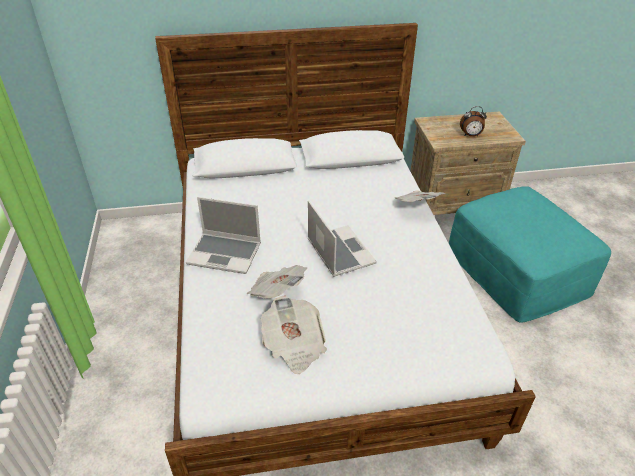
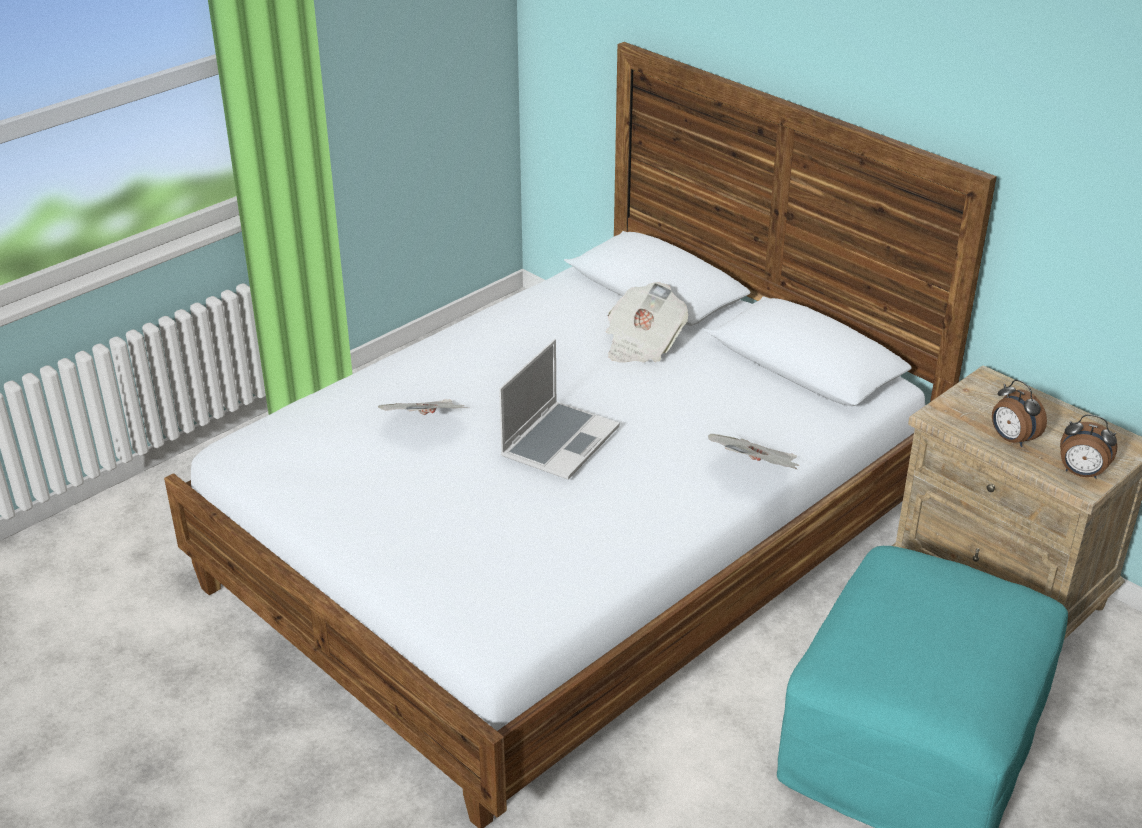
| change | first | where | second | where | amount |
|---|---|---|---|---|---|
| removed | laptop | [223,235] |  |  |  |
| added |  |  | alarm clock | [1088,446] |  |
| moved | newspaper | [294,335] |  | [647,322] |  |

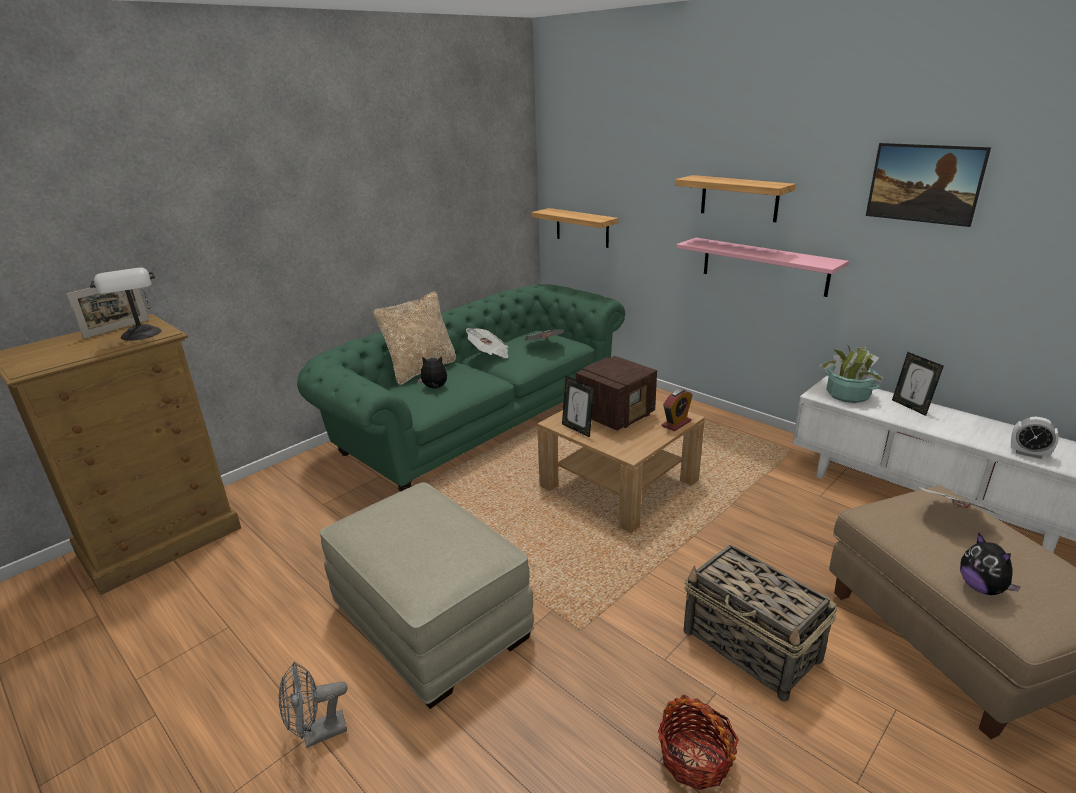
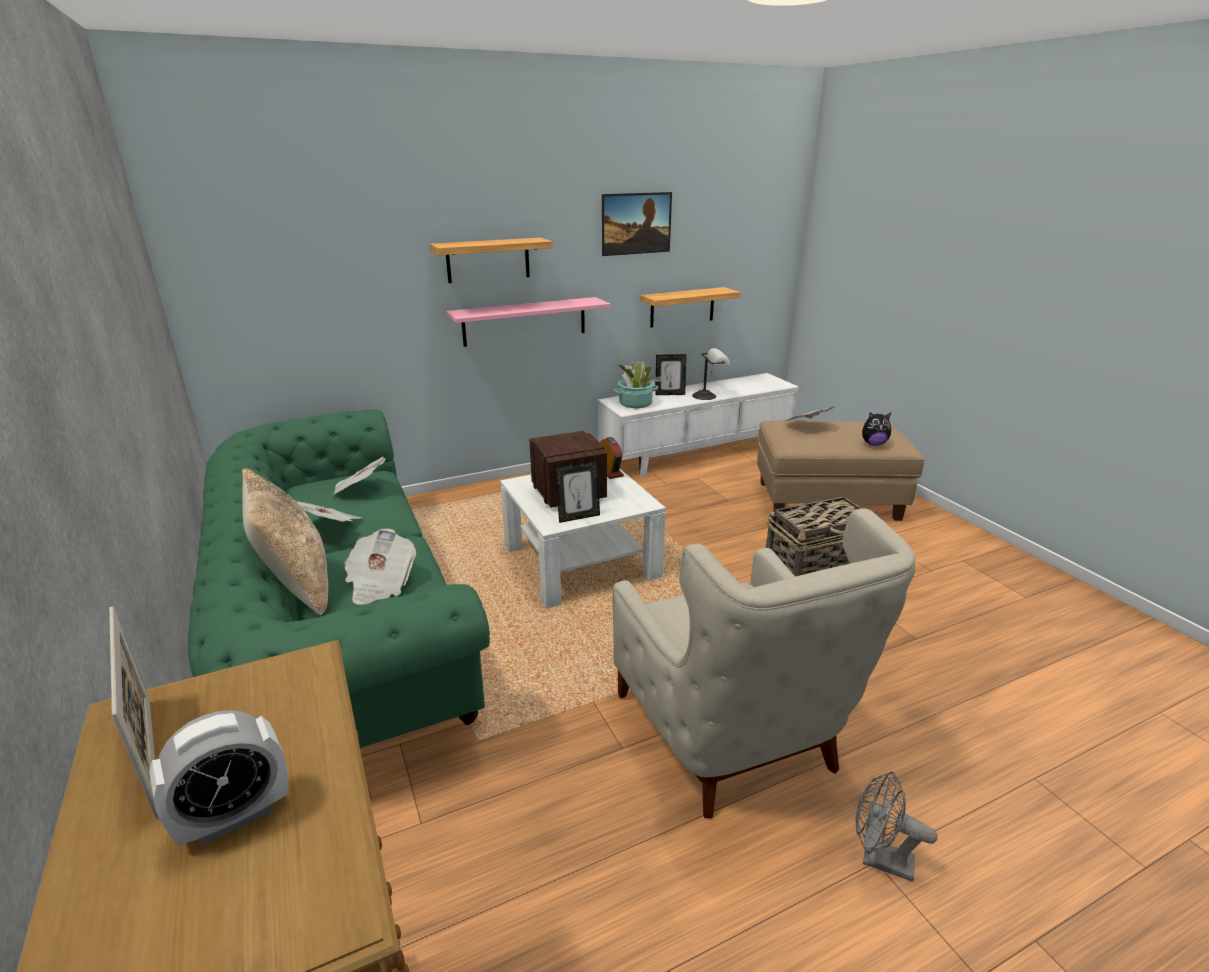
| change | first | where | second | where | amount |
|---|---|---|---|---|---|
| removed | basket | [698,742] |  |  |  |
| moved | table lamp | [126,304] |  | [711,374] |  |
| moved | shelf | [574,228] |  | [690,307] |  |
| moved | alarm clock | [1035,438] |  | [218,778] |  |
| replaced | beige ottoman | [427,595] | beige armchair | [764,663] |  |
| replaced | plush toy | [432,372] | newspaper | [380,567] |  |
| recoloured | brown coffee table | [621,466] | white coffee table | [583,539] |  |
| turned | grey fan | [313,704] |  | [897,826] | 120 degrees clockwise |

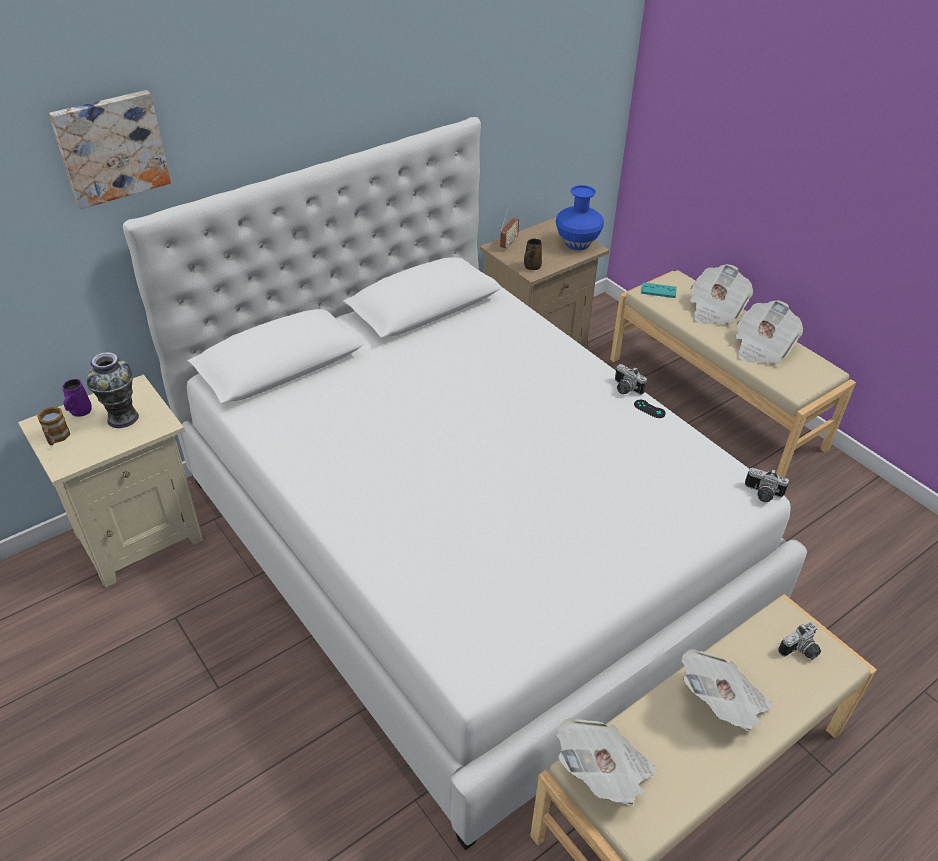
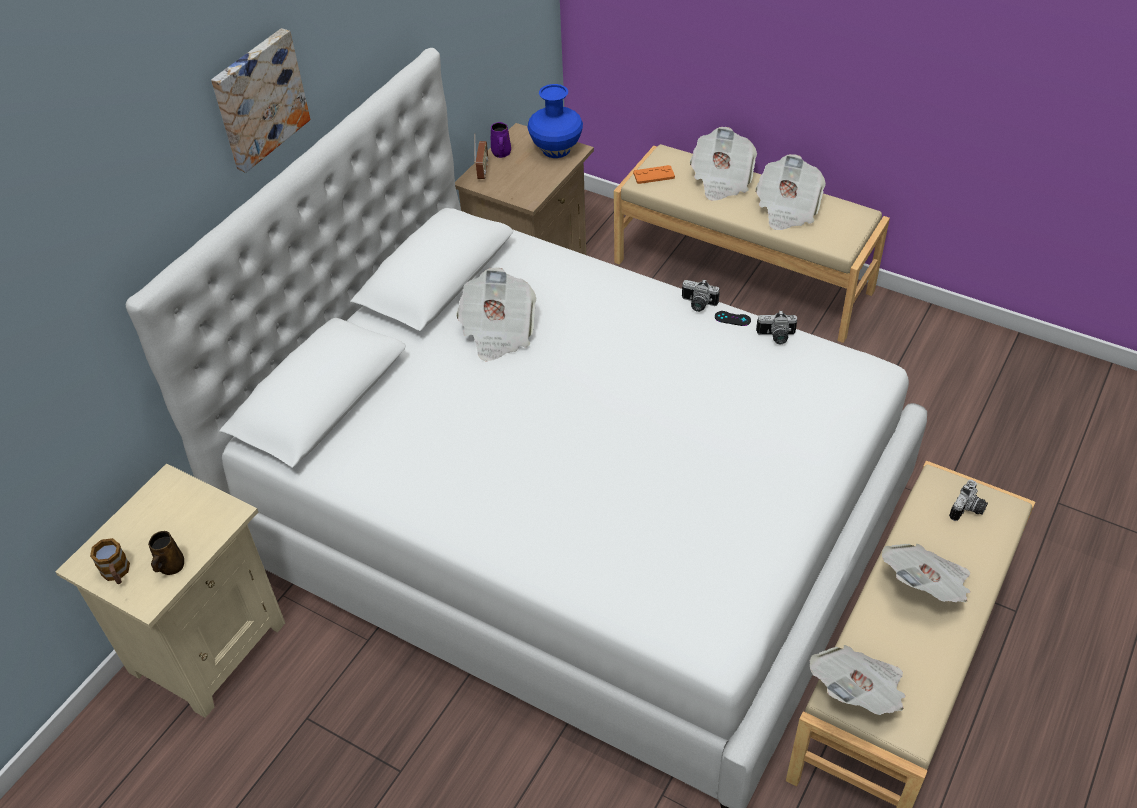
| change | first | where | second | where | amount |
|---|---|---|---|---|---|
| removed | vase | [113,390] |  |  |  |
| added |  |  | newspaper | [496,314] |  |
| moved | picture | [110,149] |  | [260,100] |  |
| moved | purple mug | [77,398] |  | [500,140] |  |
| moved | brown mug | [533,254] |  | [166,553] |  |
| moved | photo camera | [767,485] |  | [776,327] |  |
| recoloured | turquoise game controller | [659,290] | orange game controller | [654,174] |  |

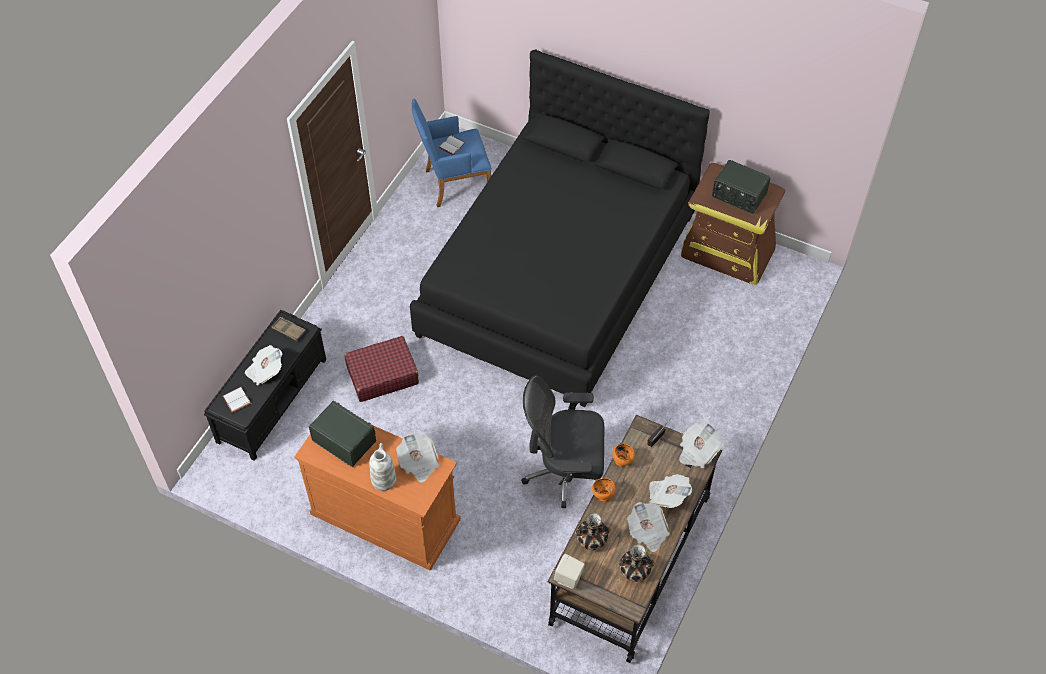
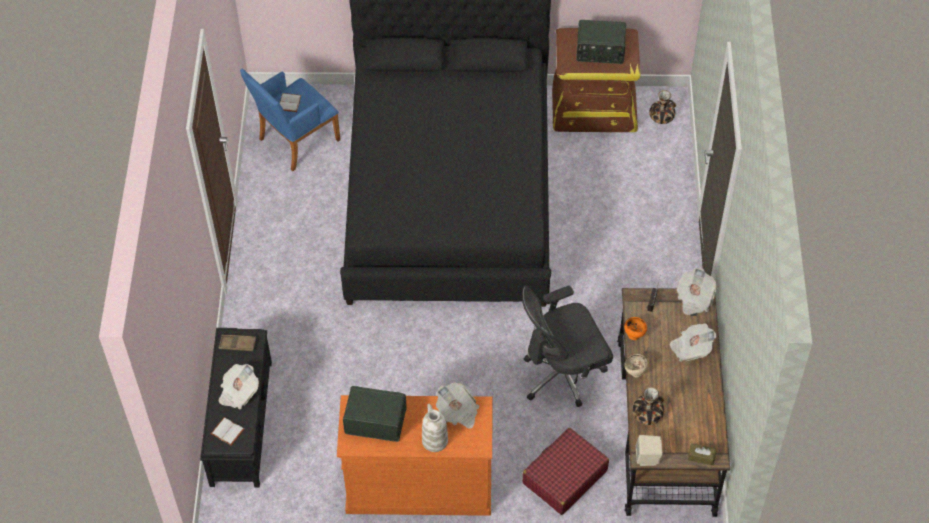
| change | first | where | second | where | amount |
|---|---|---|---|---|---|
| removed | newspaper | [648,527] |  |  |  |
| added |  |  | brown tissue box | [702,454] |  |
| moved | red suitcase | [381,369] |  | [565,471] |  |
| moved | vase | [636,563] |  | [662,107] |  |
| recoloured | orange bowl | [604,489] | beige bowl | [636,365] |  |

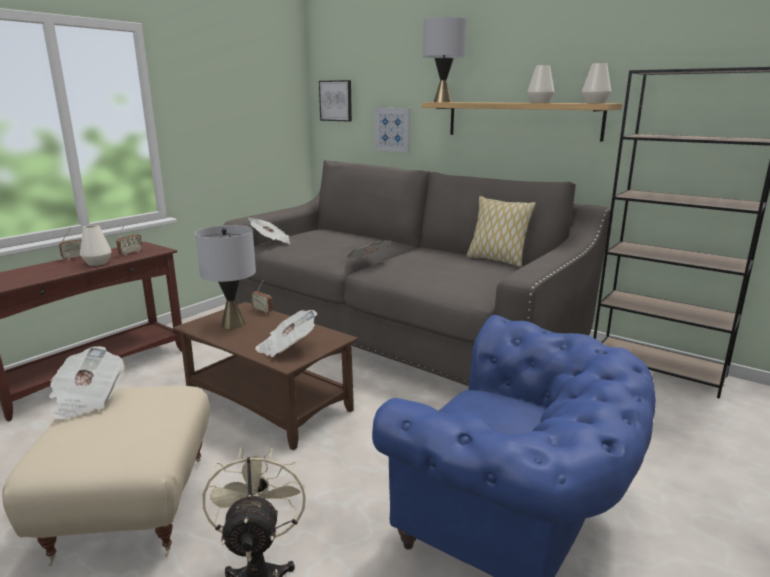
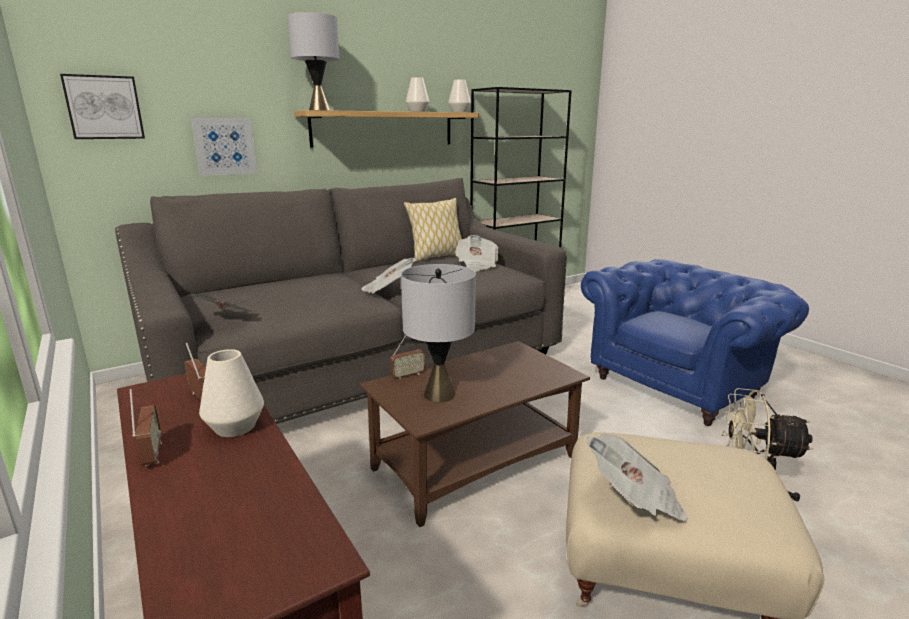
| change | first | where | second | where | amount |
|---|---|---|---|---|---|
| moved | newspaper | [286,333] |  | [476,253] |  |

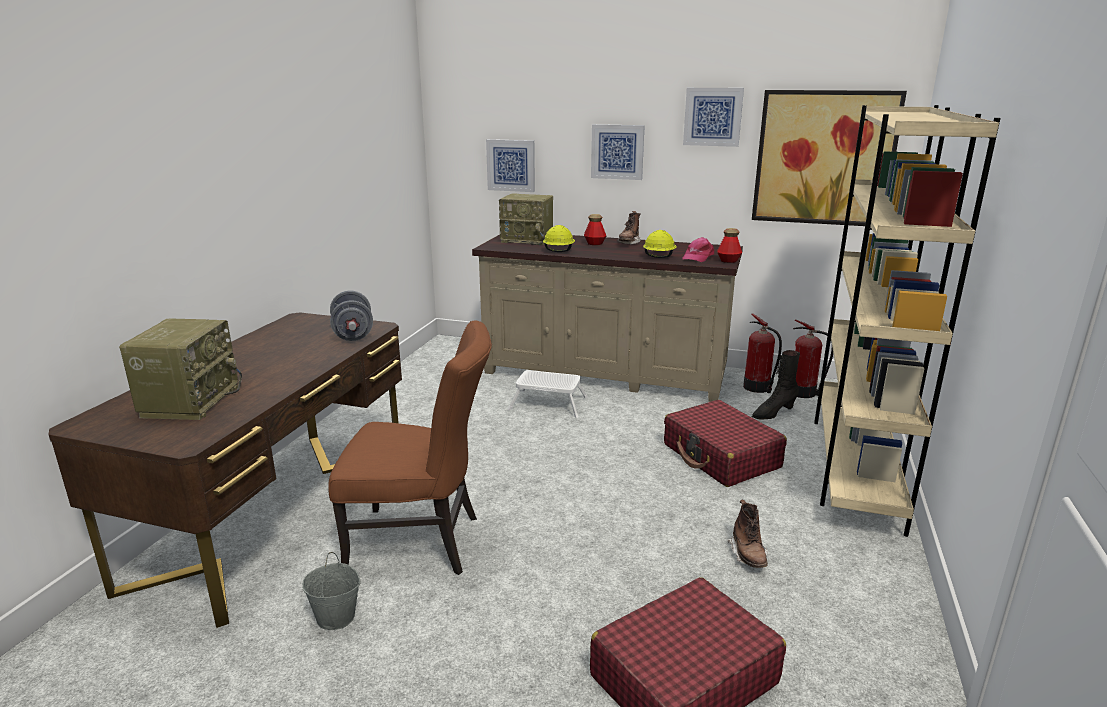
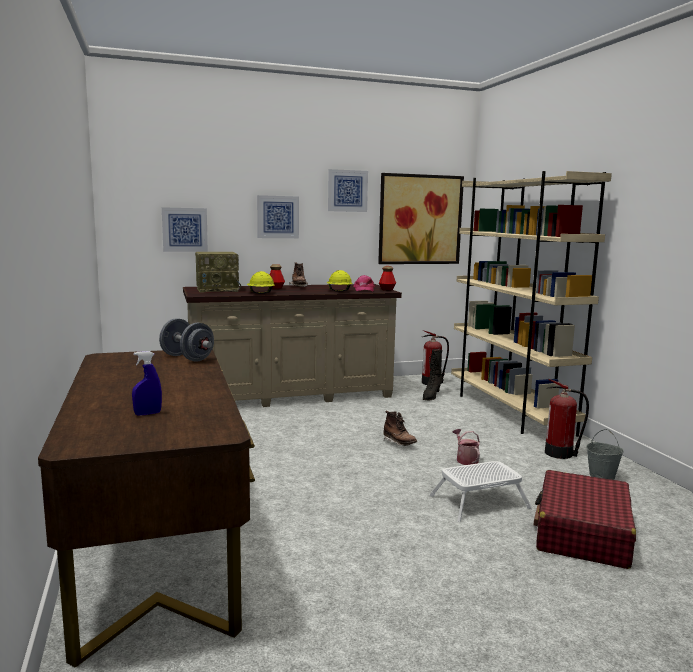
| change | first | where | second | where | amount |
|---|---|---|---|---|---|
| removed | brown chair | [410,447] |  |  |  |
| removed | red suitcase | [725,443] |  |  |  |
| added |  |  | watering can | [466,447] |  |
| moved | grey bucket | [331,591] |  | [605,454] |  |
| moved | white step ladder | [548,394] |  | [480,491] |  |
| moved | brown boot | [748,534] |  | [400,428] |  |
| moved | fire extinguisher | [762,353] |  | [567,419] |  |
| replaced | radio | [180,369] | blue spray bottle | [147,383] |  |

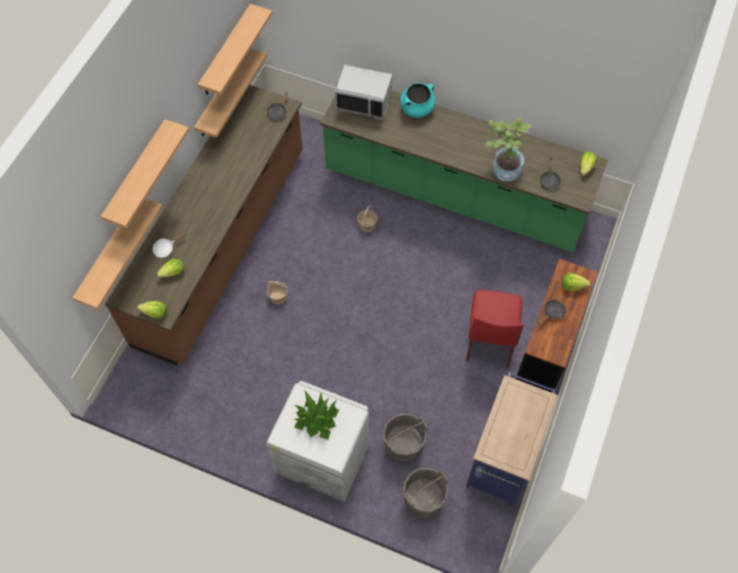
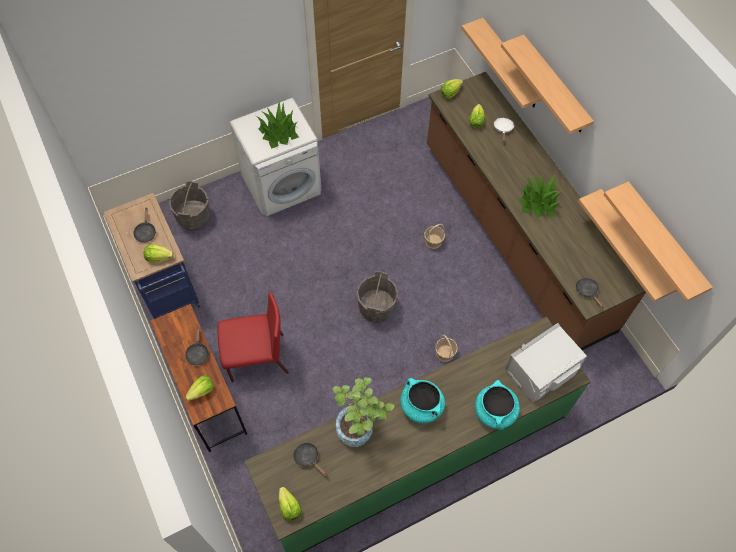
| change | first | where | second | where | amount |
|---|---|---|---|---|---|
| added |  |  | black frying pan | [144,225] |  |
| added |  |  | lettuce | [159,253] |  |
| added |  |  | turquoise cooking pot | [422,401] |  |
| added |  |  | potted plant | [540,196] |  |
| moved | grey bucket | [405,437] |  | [377,297] |  |
| turned | red chair | [495,329] |  | [253,336] | 120 degrees clockwise |

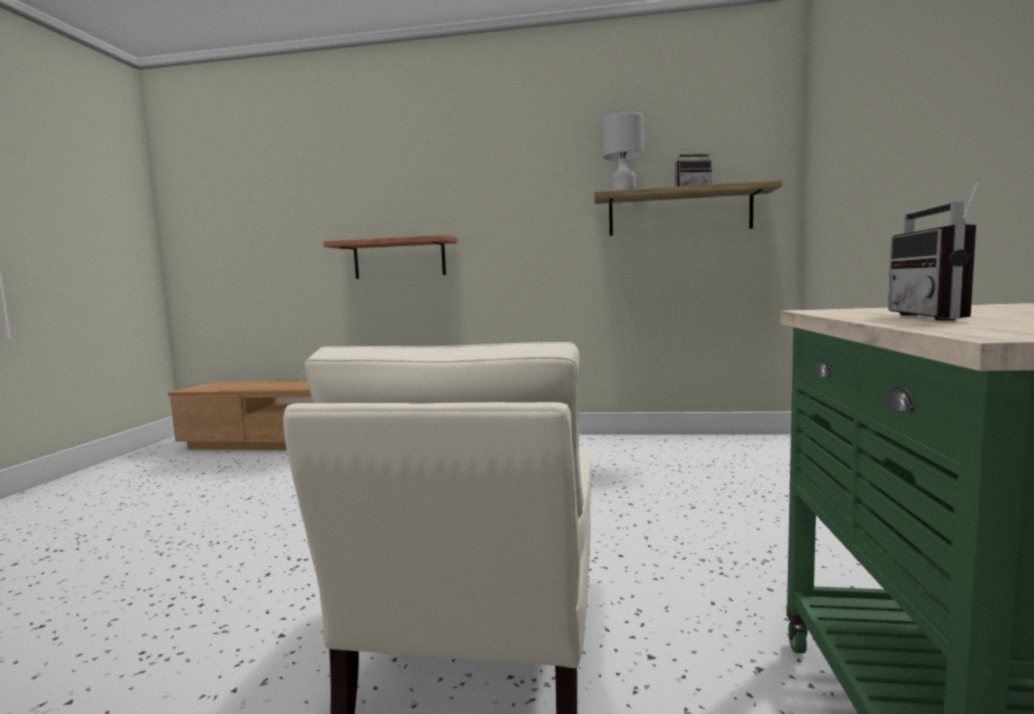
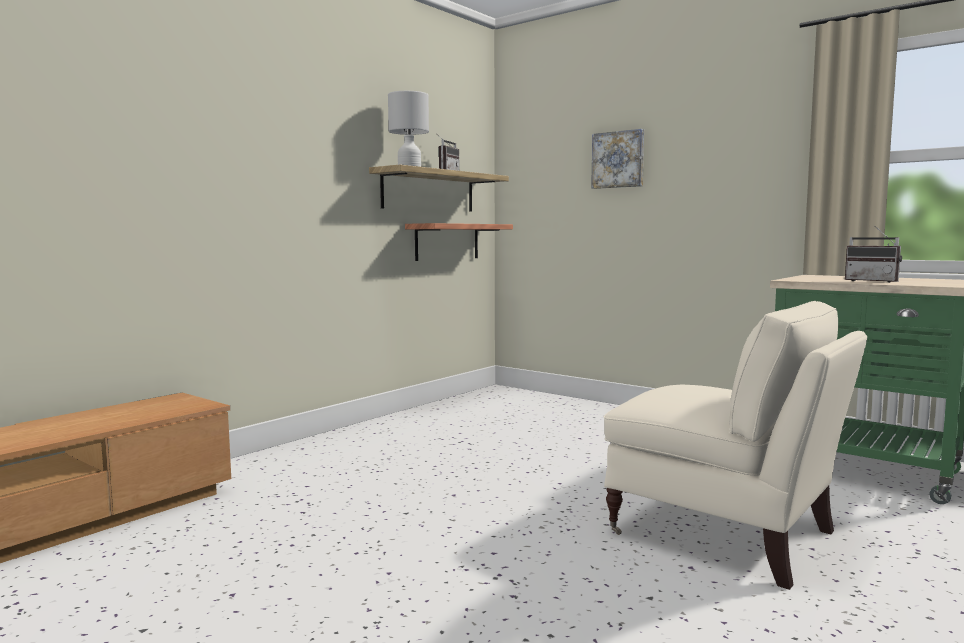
| change | first | where | second | where | amount |
|---|---|---|---|---|---|
| added |  |  | picture | [617,159] |  |
| moved | shelf | [390,257] |  | [459,242] |  |

